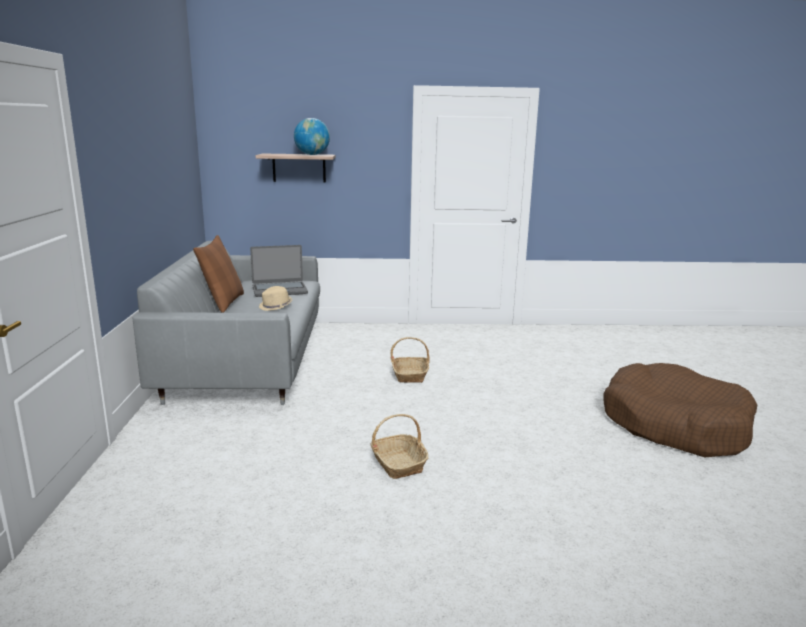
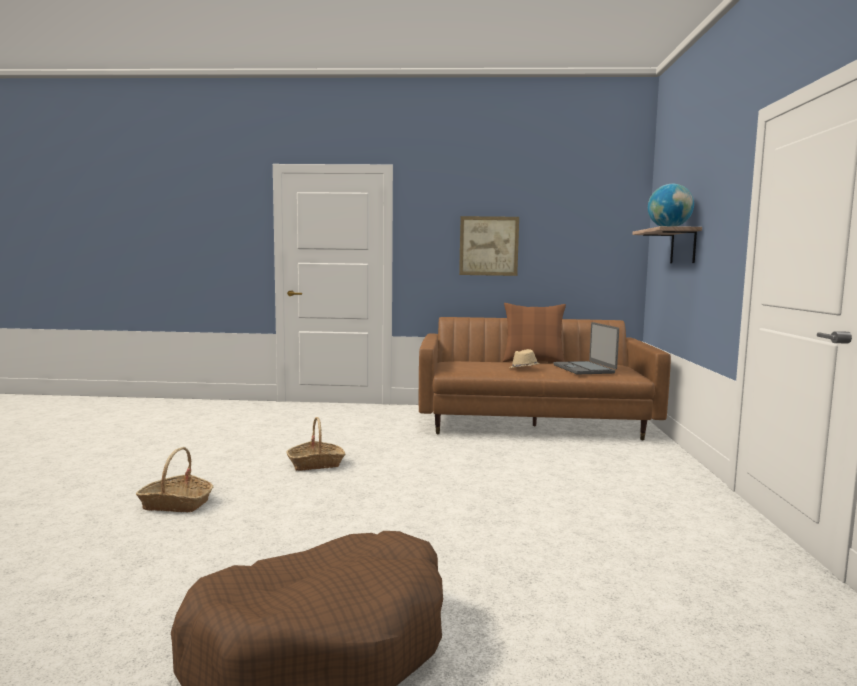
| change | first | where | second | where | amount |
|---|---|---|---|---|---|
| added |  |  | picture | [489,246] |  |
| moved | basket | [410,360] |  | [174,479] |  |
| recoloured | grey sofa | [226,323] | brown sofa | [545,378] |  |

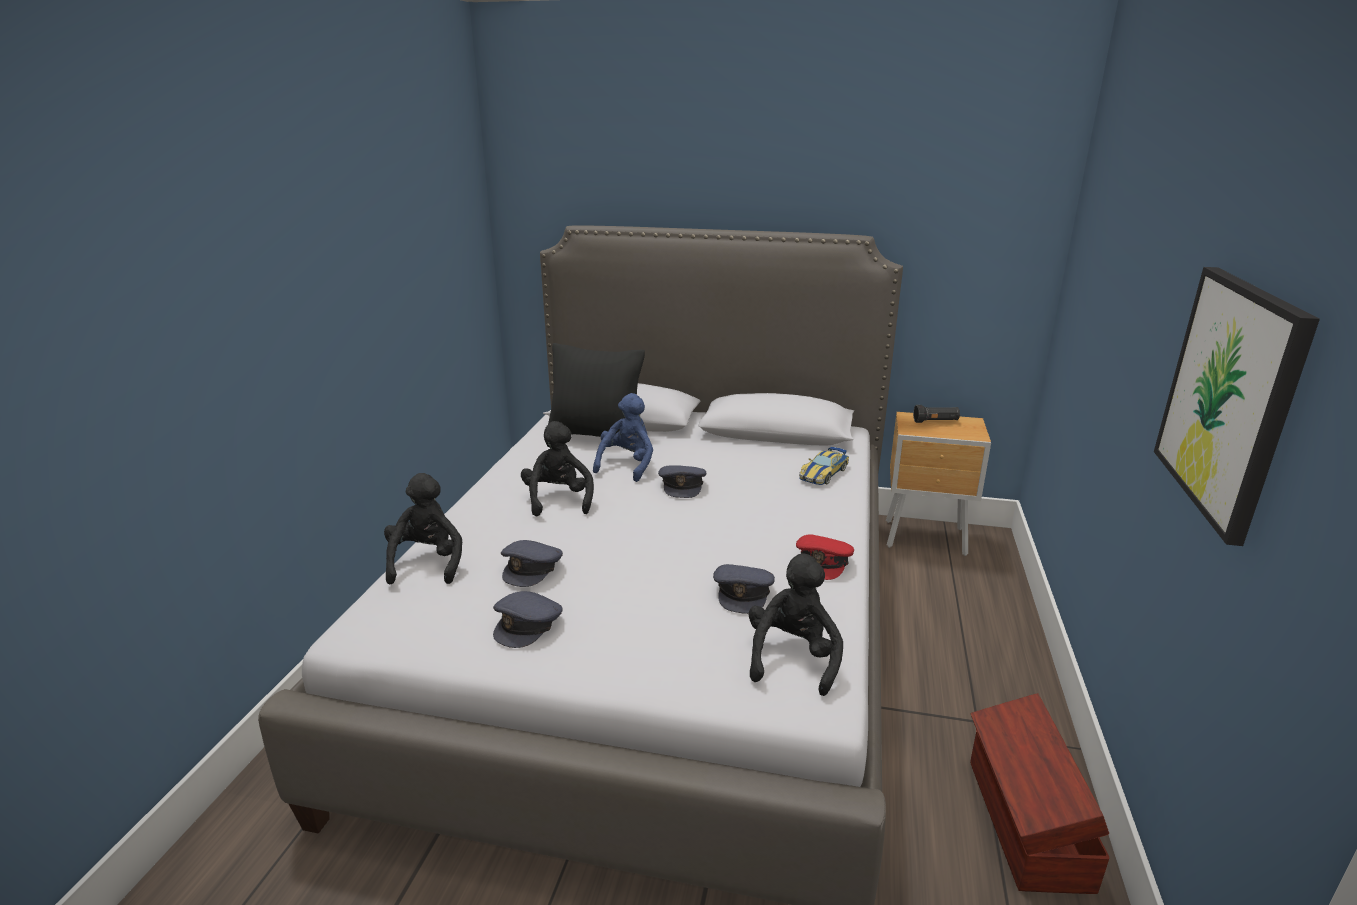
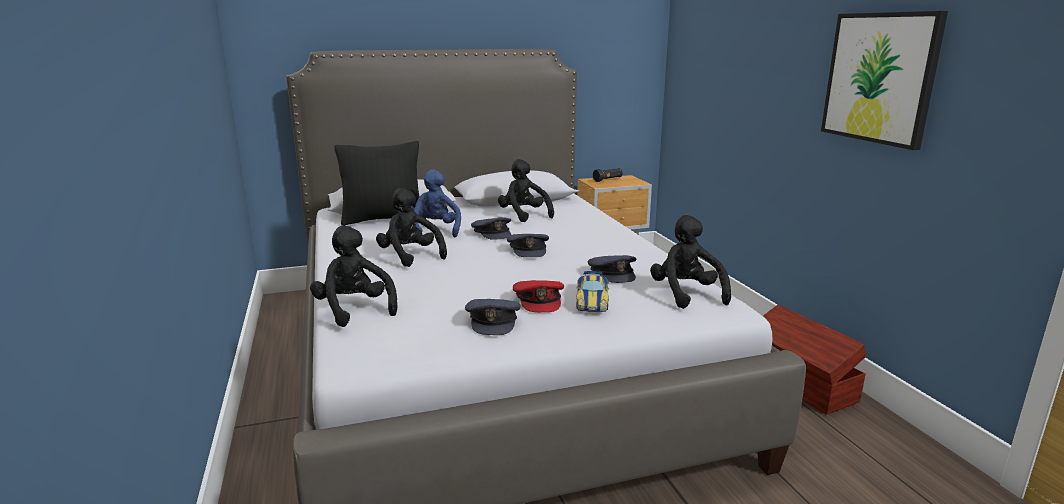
| change | first | where | second | where | amount |
|---|---|---|---|---|---|
| added |  |  | black plush toy | [526,190] |  |
| moved | grey cap | [532,563] |  | [528,245] |  |
| moved | red cap | [825,557] |  | [538,296] |  |
| moved | toy car | [824,466] |  | [592,291] |  |

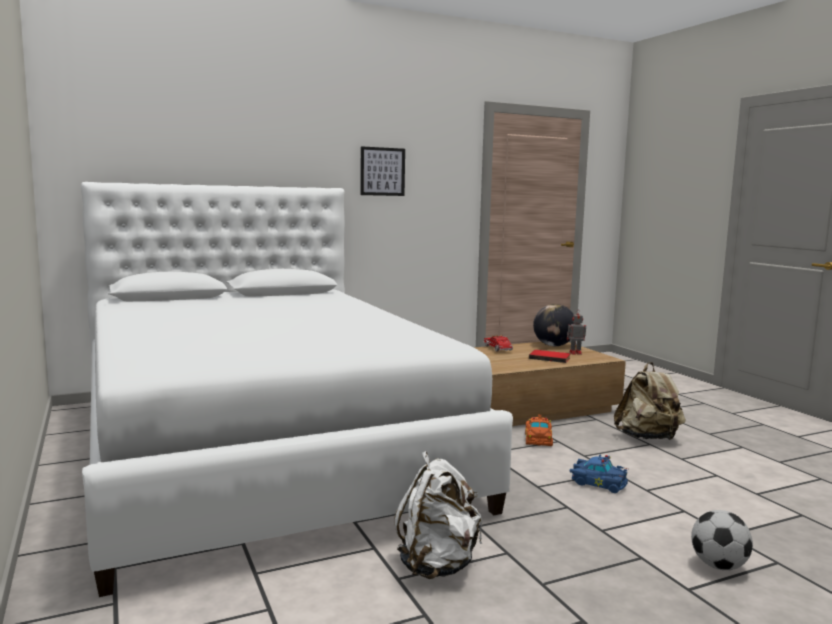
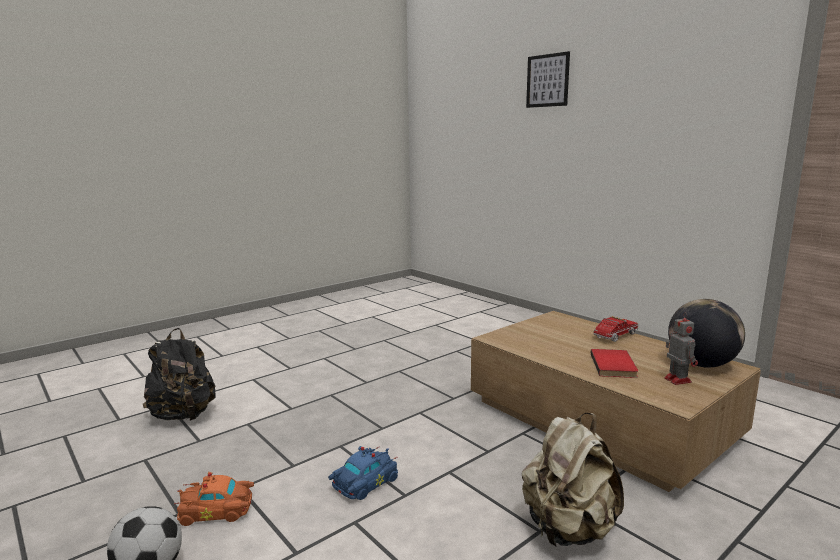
| change | first | where | second | where | amount |
|---|---|---|---|---|---|
| removed | white bed | [297,389] |  |  |  |
| moved | picture | [382,171] |  | [548,79] |  |
| moved | orange toy car | [539,430] |  | [214,499] |  |
| recoloured | white backpack | [438,515] | black backpack | [179,374] |  |
| turned | blue toy car | [599,473] |  | [363,473] | 150 degrees counterclockwise |

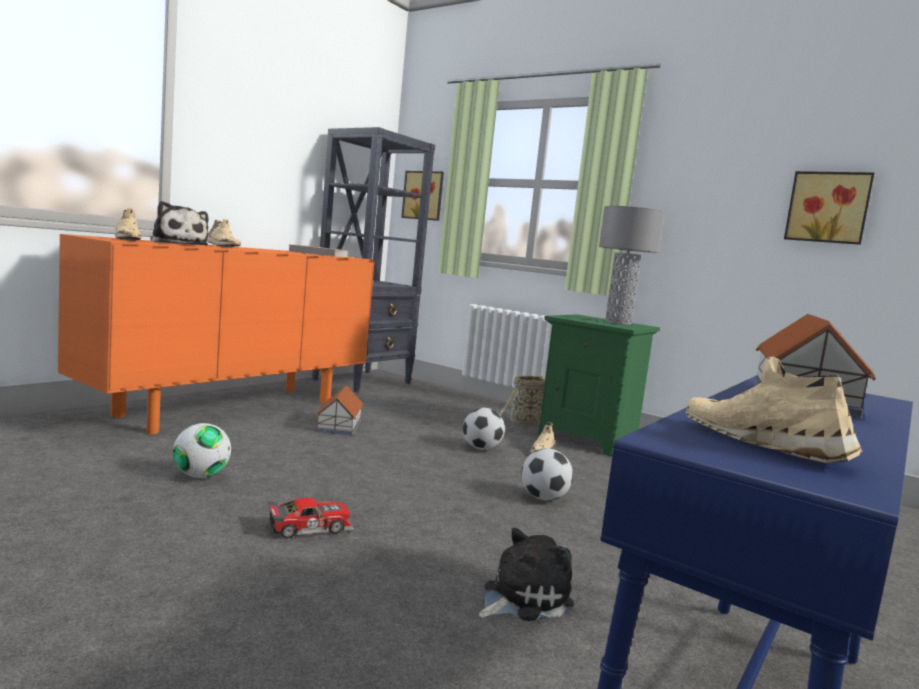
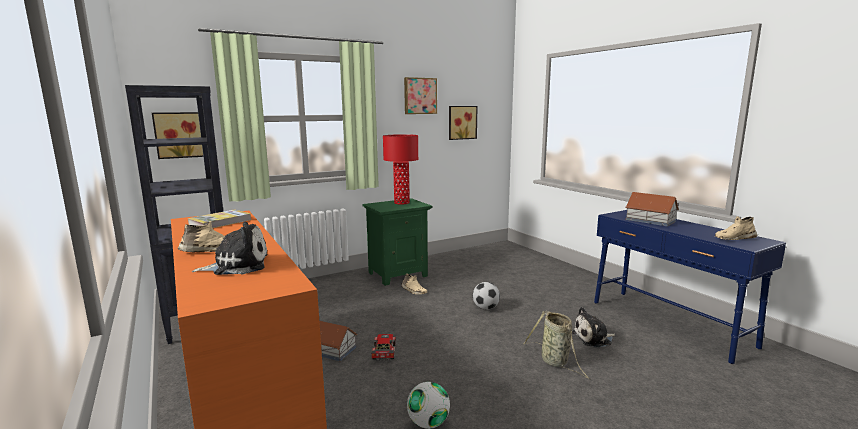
| change | first | where | second | where | amount |
|---|---|---|---|---|---|
| removed | beige shoe | [128,224] |  |  |  |
| removed | football | [484,429] |  |  |  |
| added |  |  | picture | [420,95] |  |
| moved | toy car | [310,518] |  | [383,347] |  |
| moved | basket | [522,402] |  | [556,345] |  |
| recoloured | grey table lamp | [631,265] | red table lamp | [400,169] |  |
| turned | plush toy | [526,574] |  | [594,327] | 90 degrees counterclockwise |

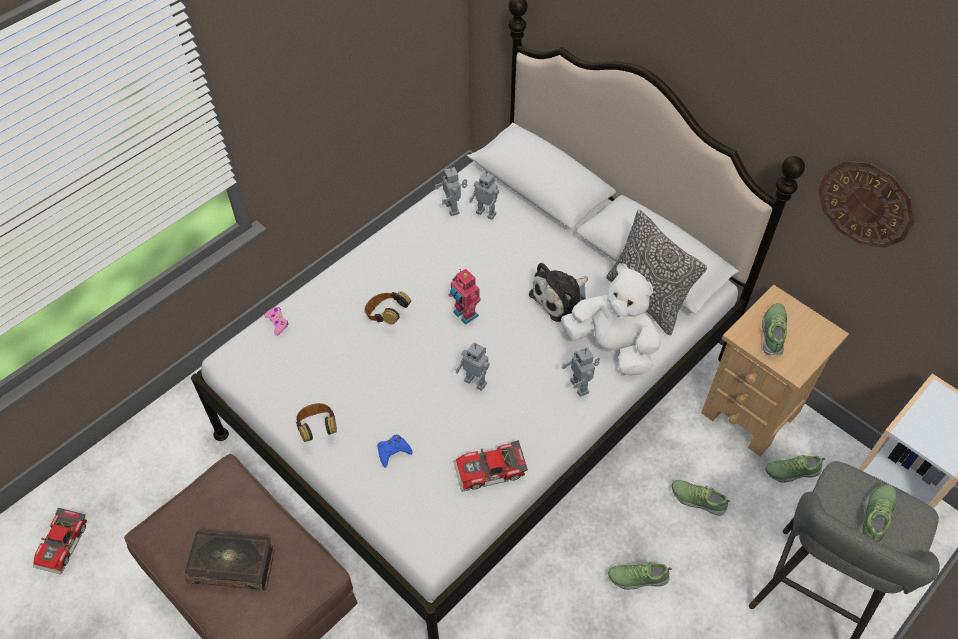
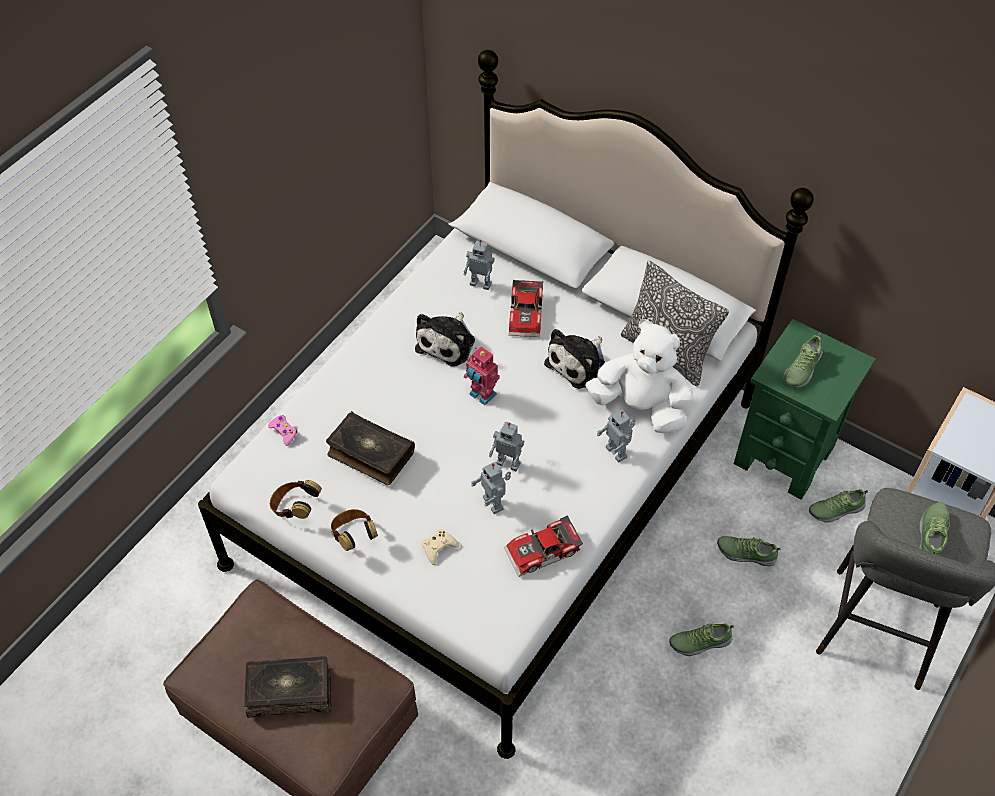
| change | first | where | second | where | amount |
|---|---|---|---|---|---|
| removed | wall clock | [866,204] |  |  |  |
| added |  |  | book | [370,448] |  |
| added |  |  | plush toy | [445,339] |  |
| moved | toy car | [60,540] |  | [526,308] |  |
| moved | headphones | [388,308] |  | [296,499] |  |
| moved | toy robot | [451,191] |  | [491,488] |  |
| recoloured | blue game controller | [395,451] | beige game controller | [440,547] |  |
| recoloured | beige nightstand | [775,370] | green nightstand | [804,409] |  |
| turned | shoe | [774,329] |  | [803,360] | 150 degrees counterclockwise |

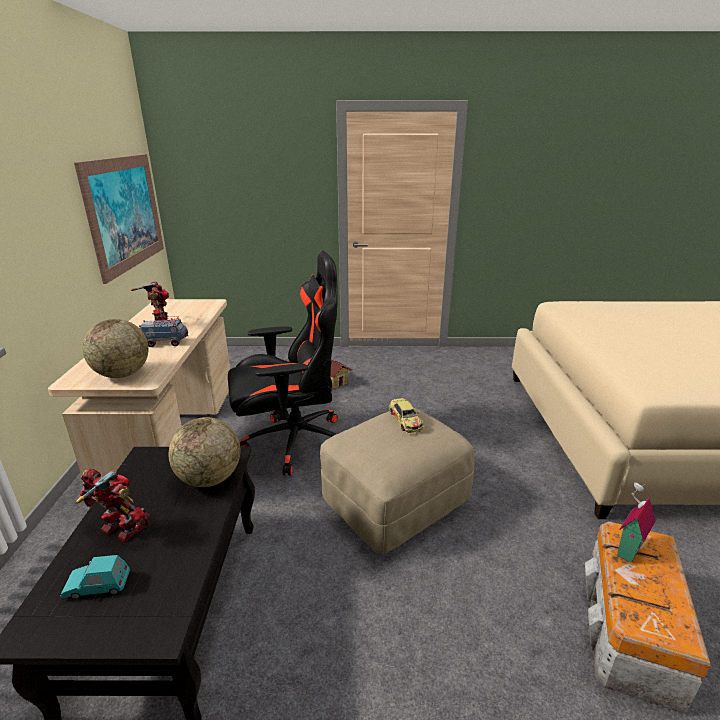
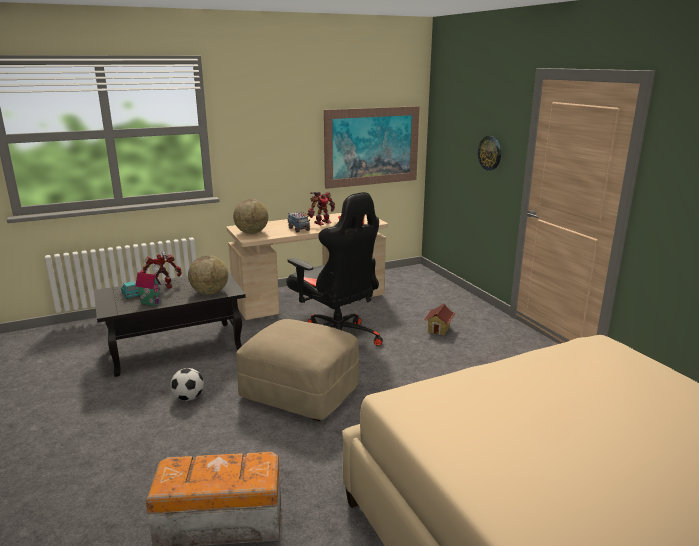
| change | first | where | second | where | amount |
|---|---|---|---|---|---|
| removed | toy car | [406,416] |  |  |  |
| added |  |  | football | [187,384] |  |
| added |  |  | wall clock | [489,153] |  |
| moved | toy house | [636,522] |  | [148,285] |  |
| turned | toy robot | [113,505] |  | [161,270] | 120 degrees counterclockwise |

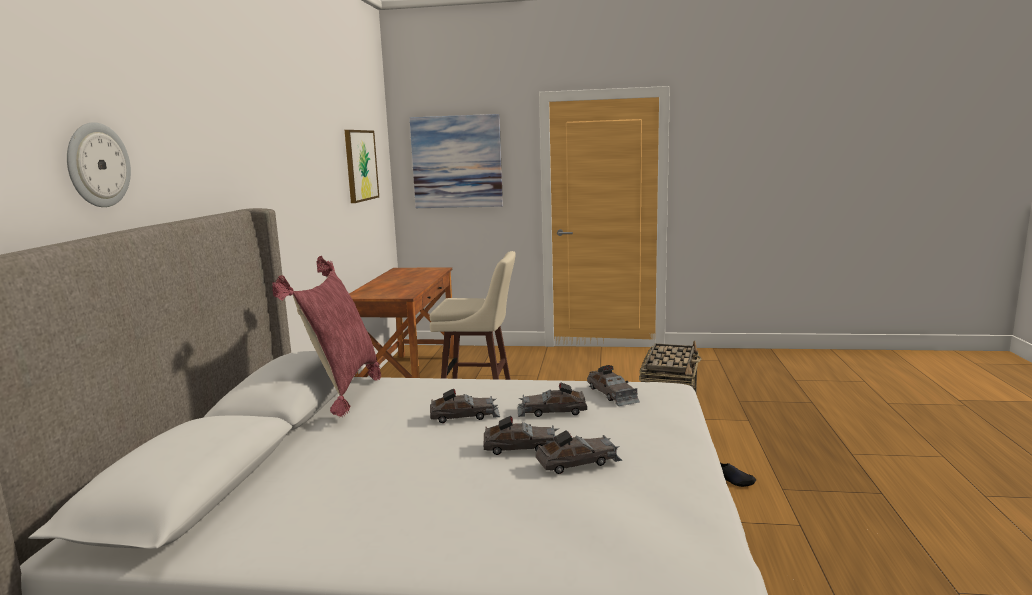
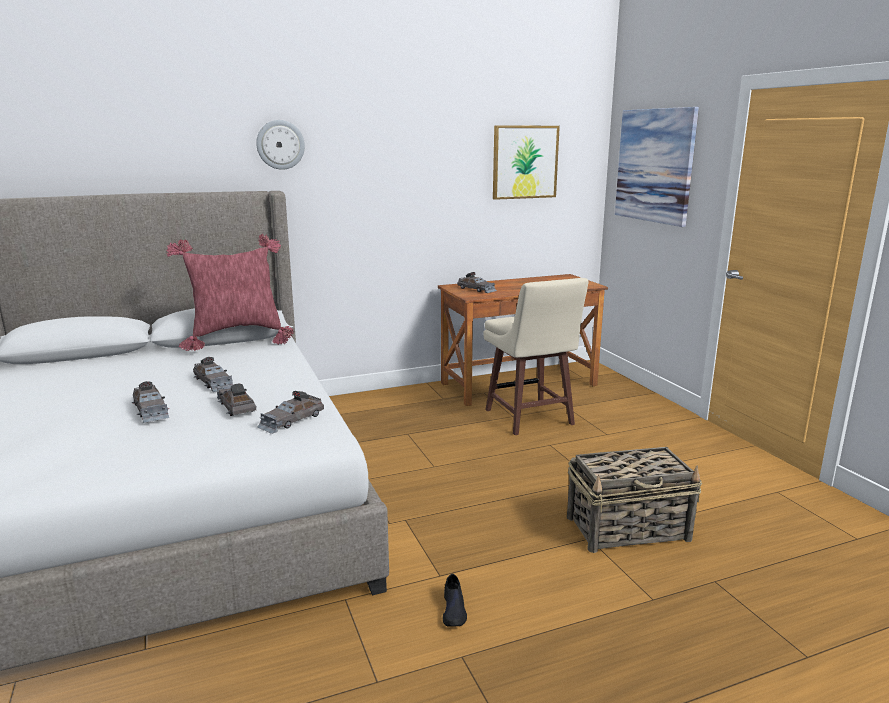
| change | first | where | second | where | amount |
|---|---|---|---|---|---|
| moved | wall clock | [99,164] |  | [280,145] |  |
| moved | grey toy car | [578,452] |  | [477,282] |  |

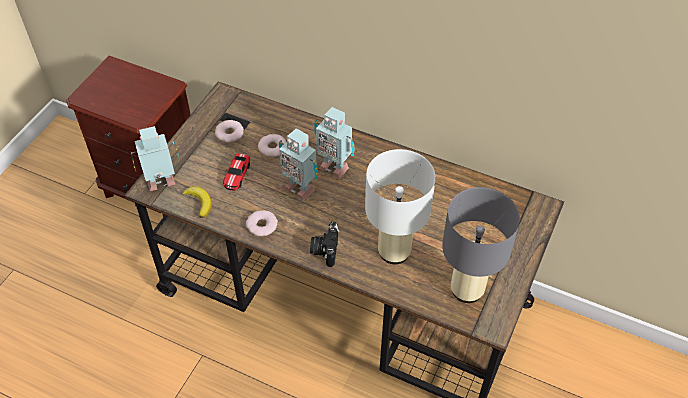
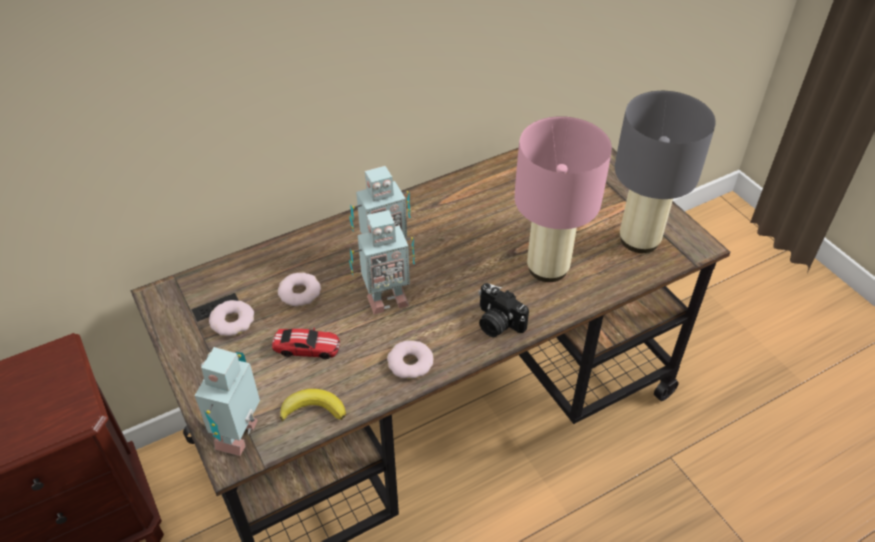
| change | first | where | second | where | amount |
|---|---|---|---|---|---|
| recoloured | white table lamp | [400,206] | pink table lamp | [563,199] |  |
| turned | toy car | [236,172] |  | [306,343] | 45 degrees counterclockwise |

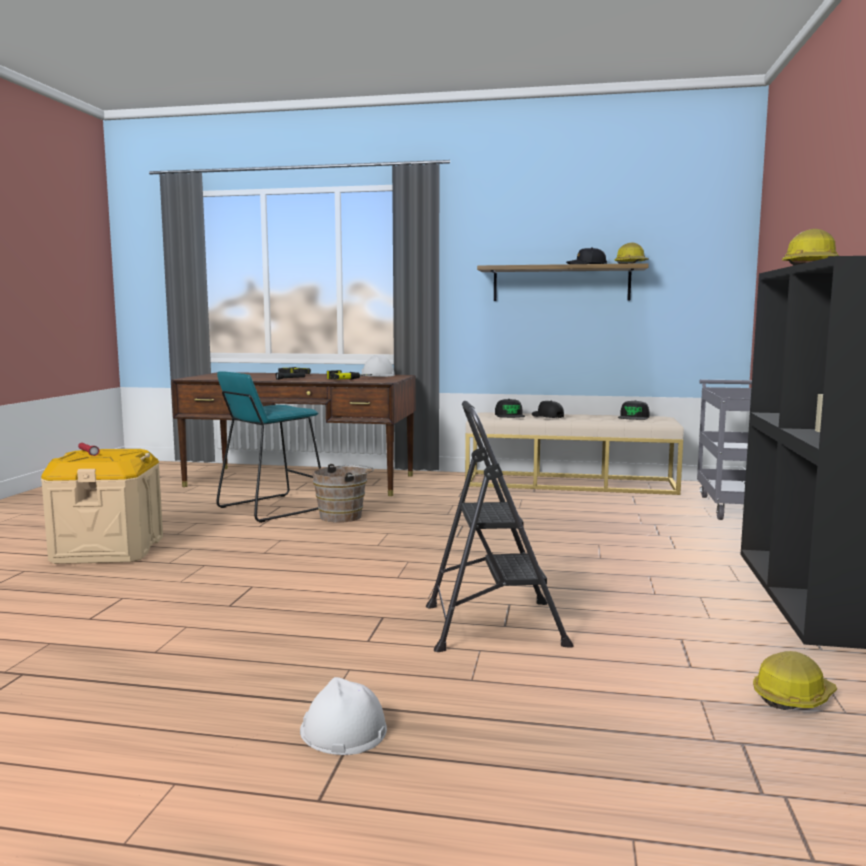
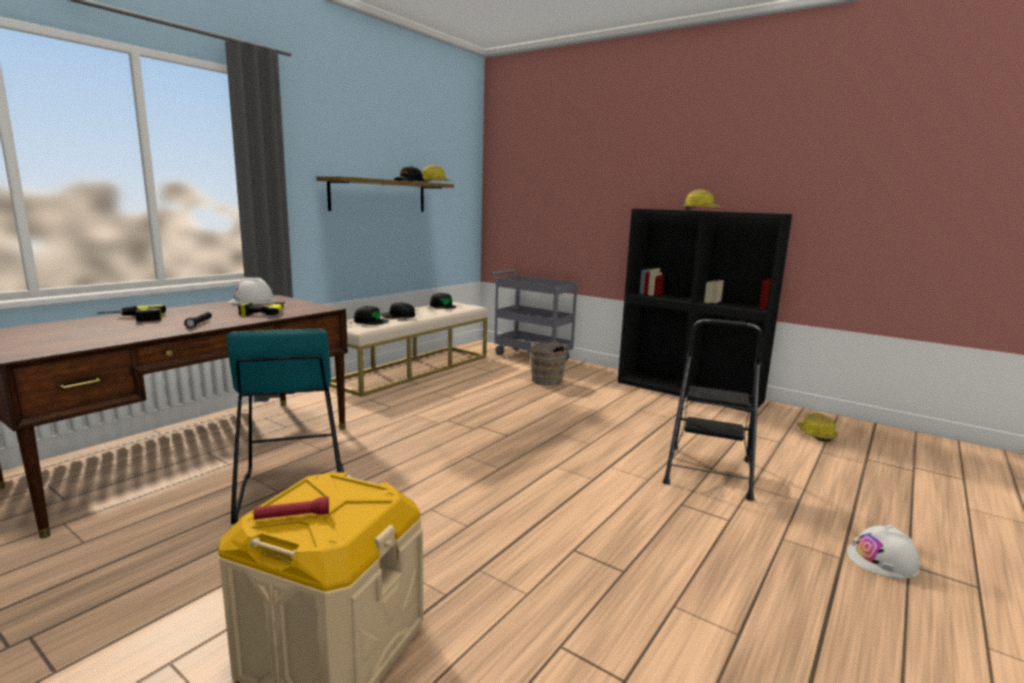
| change | first | where | second | where | amount |
|---|---|---|---|---|---|
| moved | brown bucket | [343,493] |  | [549,363] |  |

